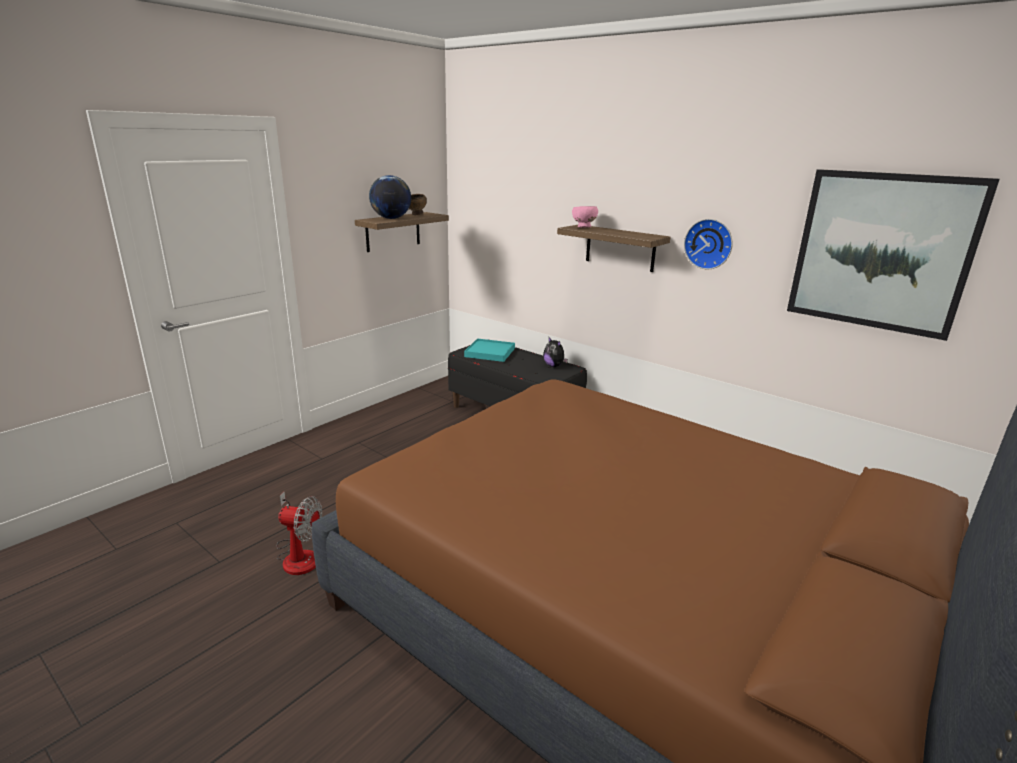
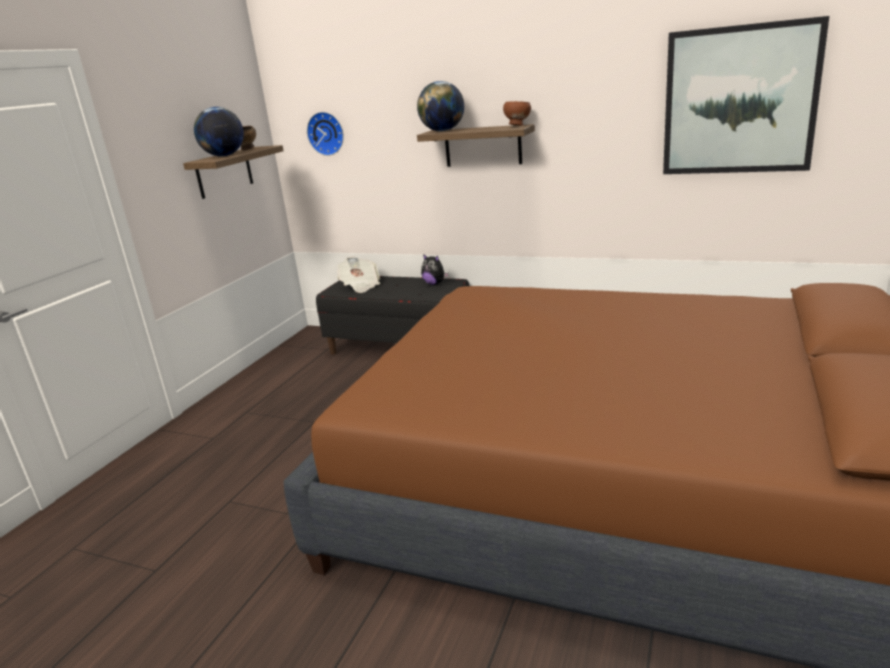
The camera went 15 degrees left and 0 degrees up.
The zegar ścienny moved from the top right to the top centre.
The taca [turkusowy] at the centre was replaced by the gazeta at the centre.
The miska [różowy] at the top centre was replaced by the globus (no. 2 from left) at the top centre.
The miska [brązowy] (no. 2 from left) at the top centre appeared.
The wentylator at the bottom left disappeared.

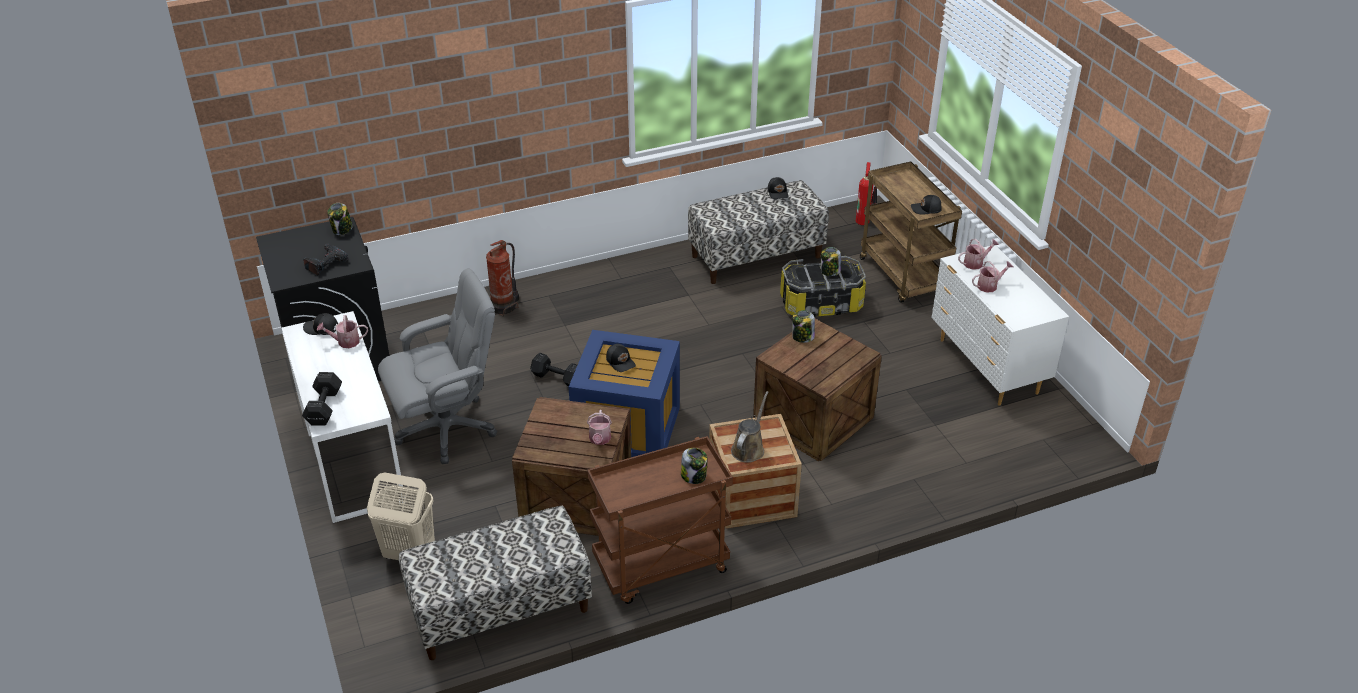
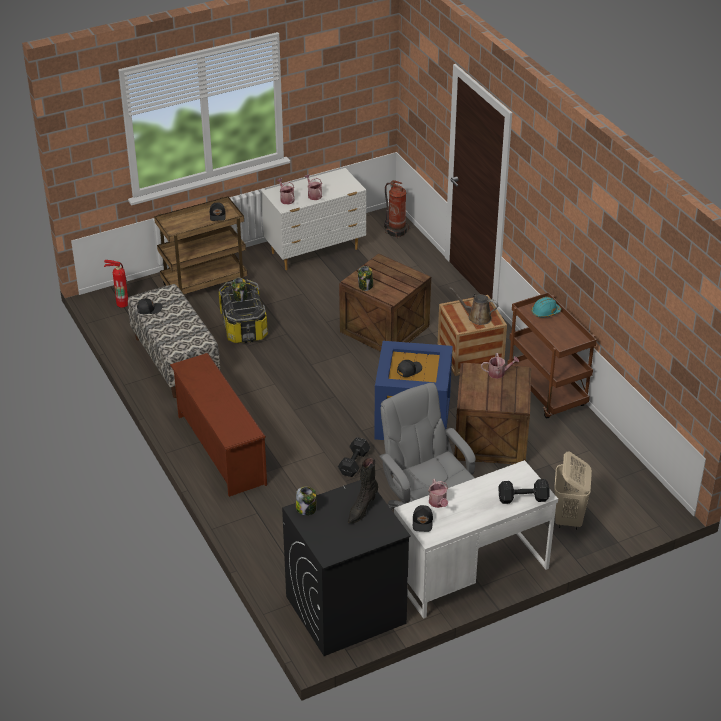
The camera went 95 degrees left and 0 degrees up.
The regał na buty [brązowy] at the middle left appeared.
The wiertarka at the middle left was replaced by the but z cholewką [czarny] at the bottom centre.
The gaśnica (no. 1 from left in the first image) moved from the centre to the top centre.
The słoik (no. 2 from left) at the bottom centre was replaced by the kask [turkusowy] at the middle right.
The ławka (no. 1 from left) at the bottom centre disappeared.

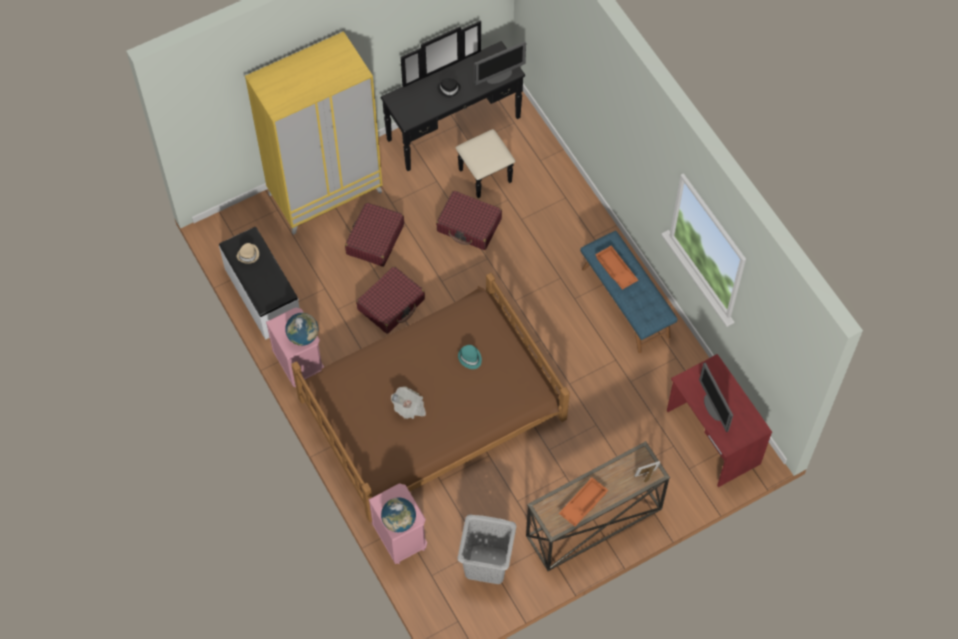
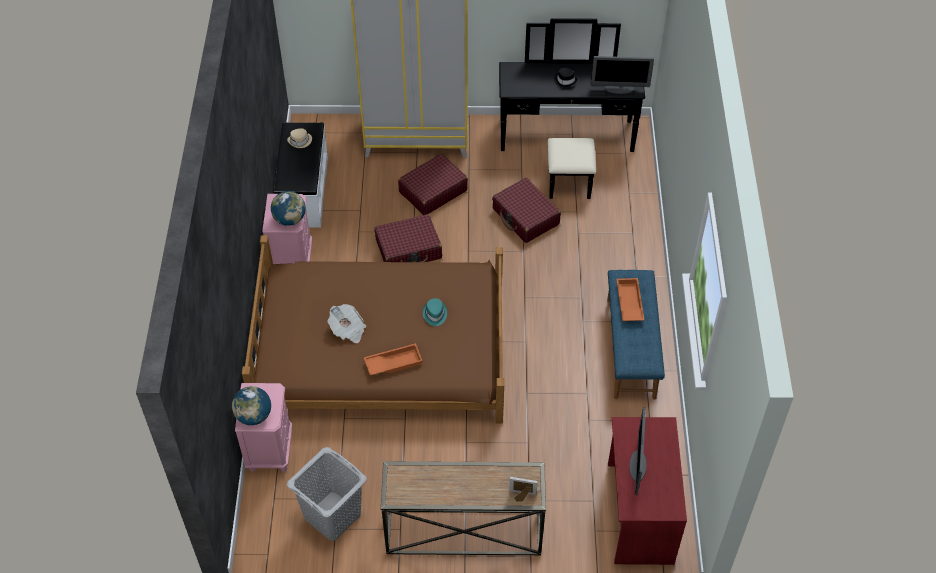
The camera went 30 degrees right and 10 degrees down.
The taca [pomarańczowy] (no. 1 from left) moved from the bottom centre to the centre.

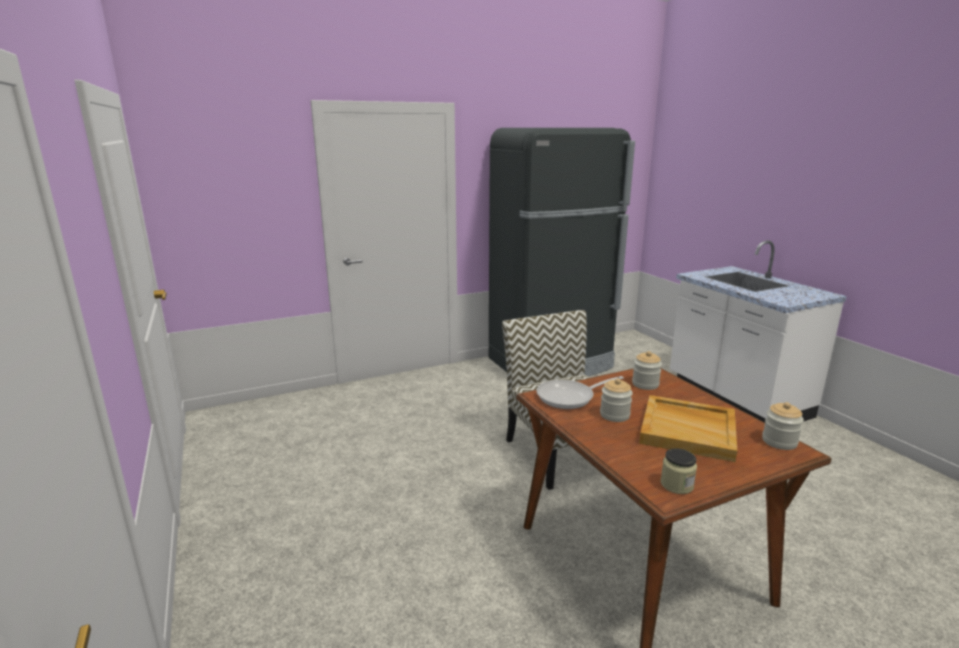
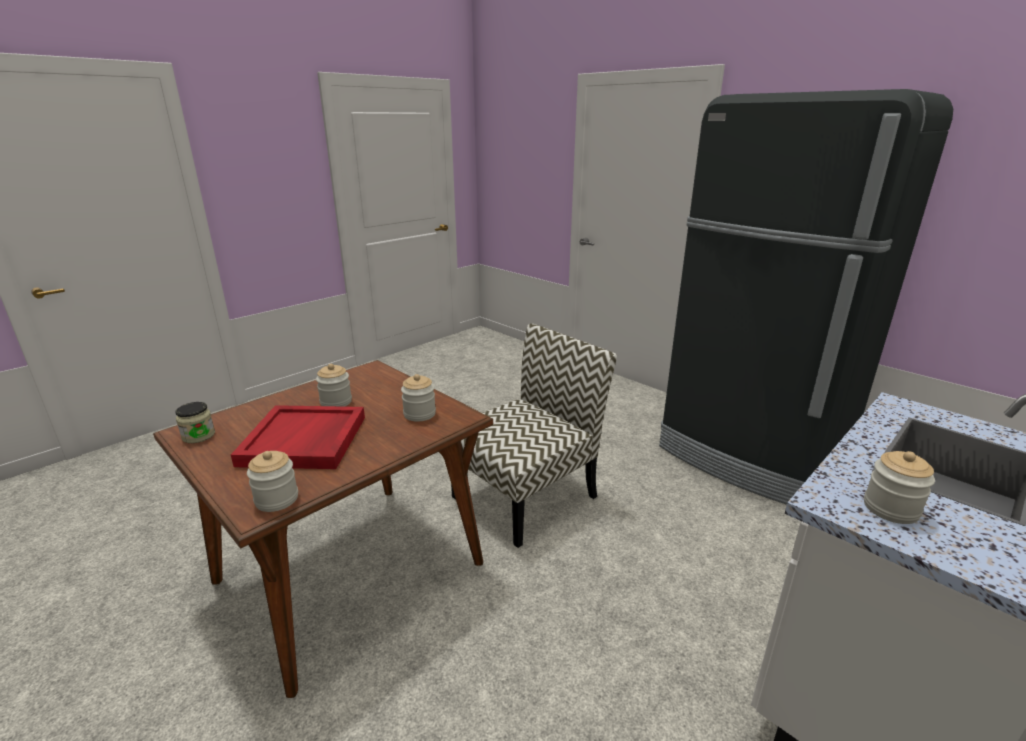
The camera went 70 degrees right and 5 degrees up.
The taca [beżowy] at the middle right became the taca [czerwony] at the middle left.
The słoik (no. 5 from left) at the middle right appeared.
The patelnia at the centre disappeared.

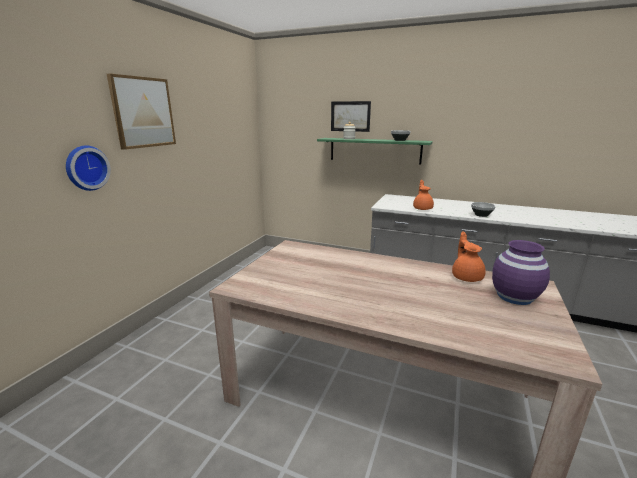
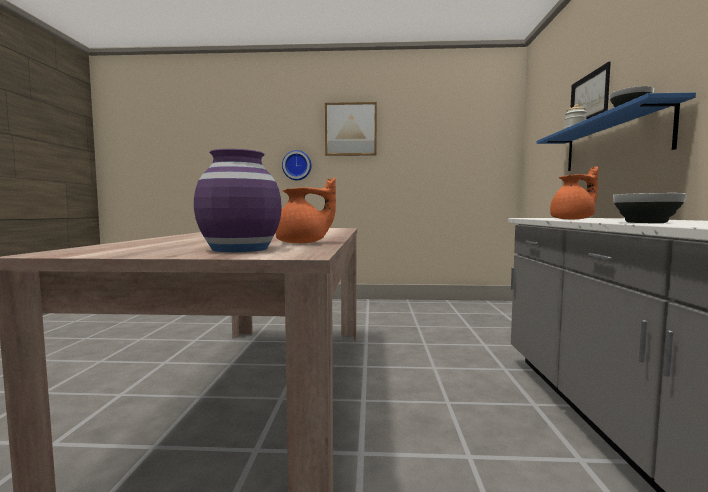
The camera went 70 degrees right and 15 degrees down.
The półka [zielony] at the top centre became the półka [niebieski] at the top right.

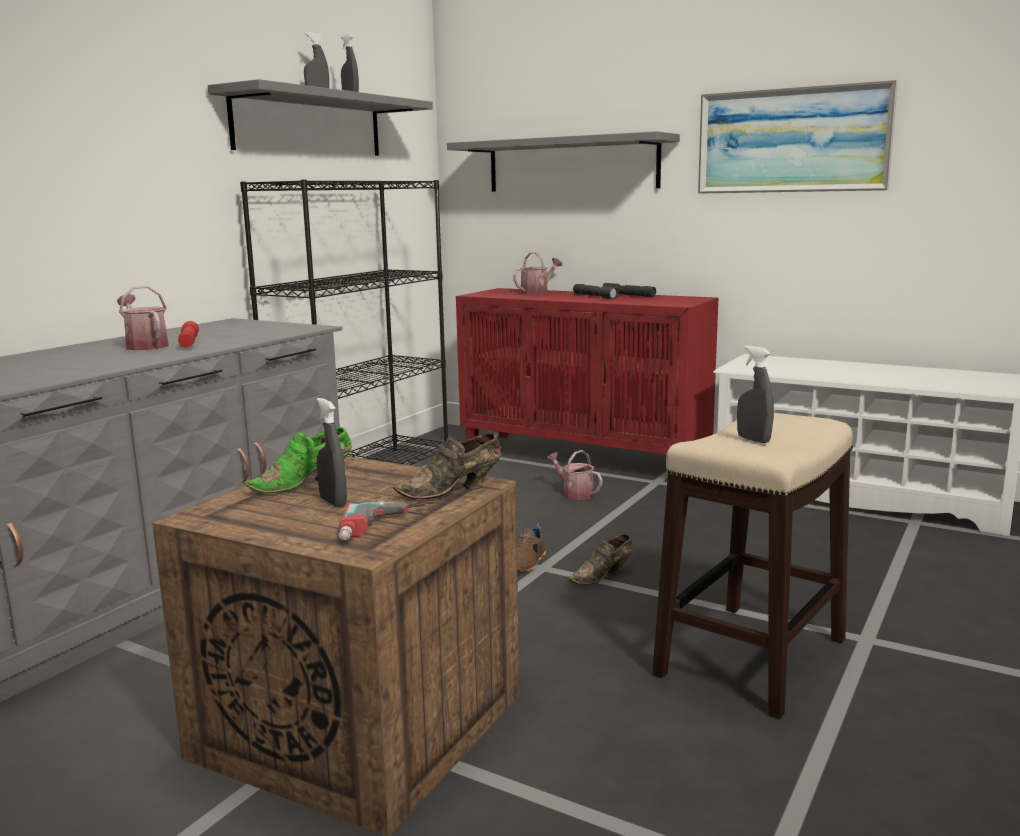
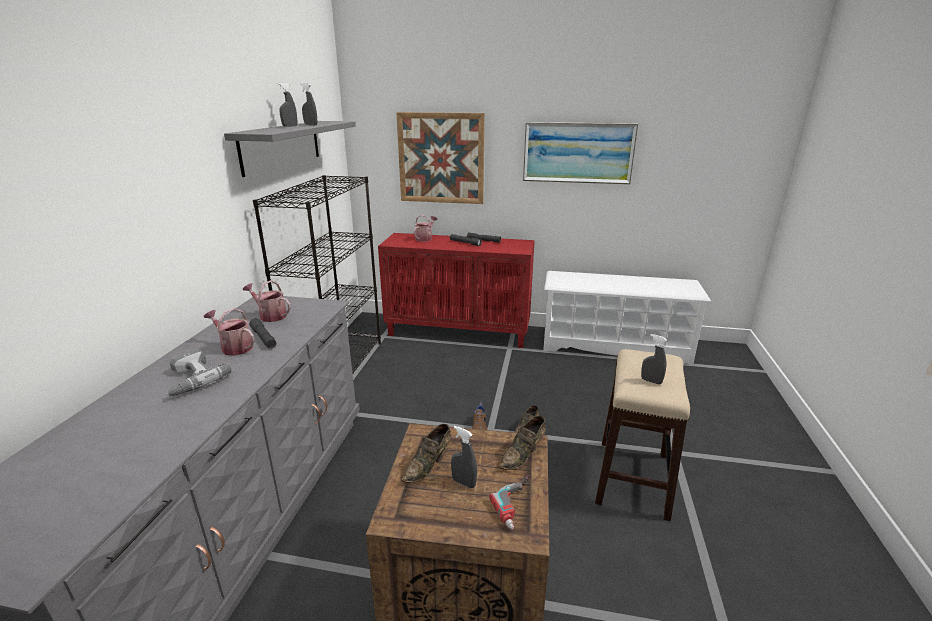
The camera went 20 degrees left and 10 degrees up.
The wiertarka (no. 1 from left) at the middle left appeared.
The konewka (no. 3 from left in the first image) moved from the centre to the middle left.
The latarka [czerwony] at the middle left became the latarka [szary] (no. 1 from left) at the middle left.
The półka [szary] (no. 2 from left) at the top centre was replaced by the obraz (no. 1 from left) at the top centre.
The but [zielony] at the middle left became the but [brązowy] (no. 1 from left) at the bottom centre.

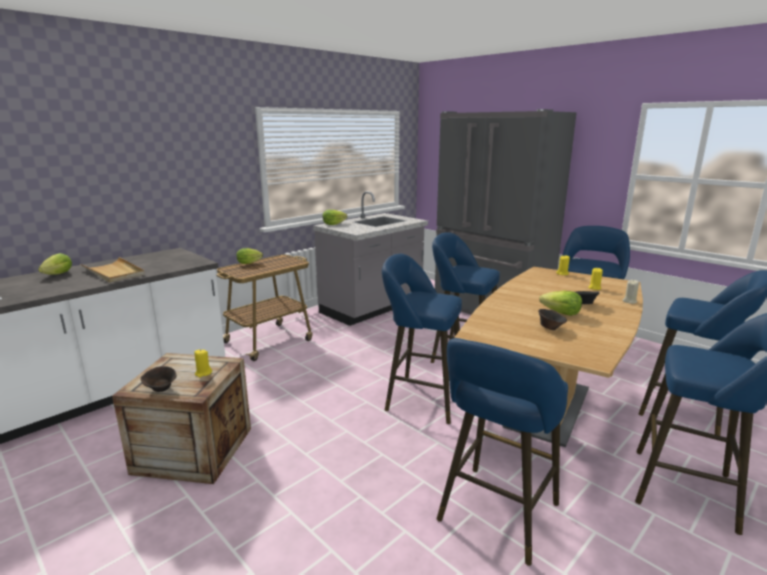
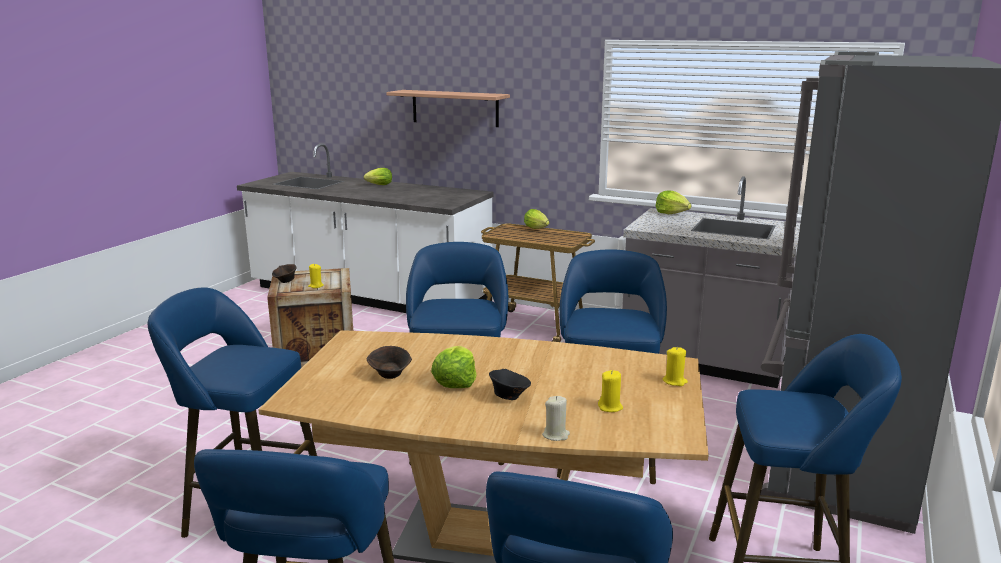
The camera went 70 degrees right and 0 degrees up.
The półka at the top centre appeared.
The taca [beżowy] at the middle left disappeared.

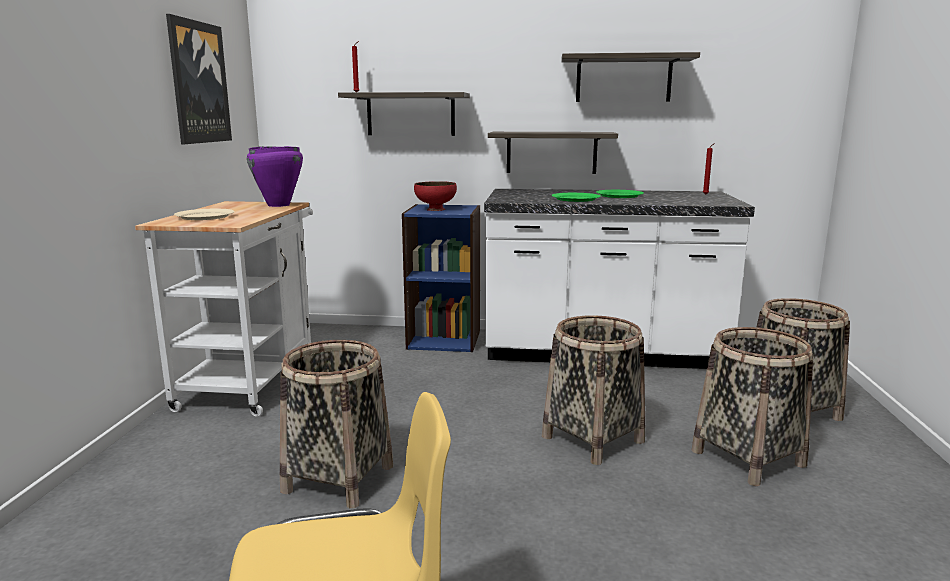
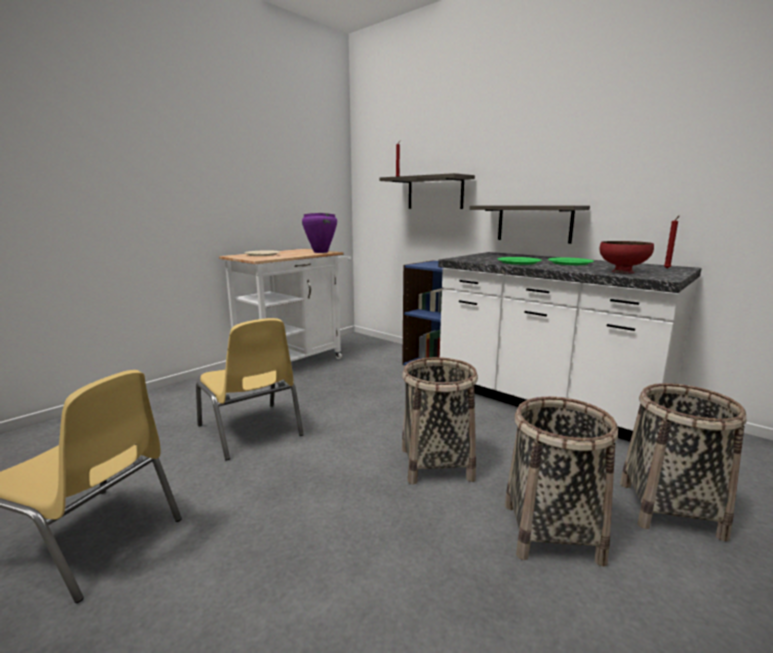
The camera went 35 degrees right and 0 degrees up.
The koszyk (no. 1 from left) at the bottom centre was replaced by the krzesło [żółty] (no. 2 from left) at the middle left.
The miska [czerwony] moved from the centre to the middle right.
The obraz at the top left disappeared.
The półka (no. 3 from left) at the top centre disappeared.

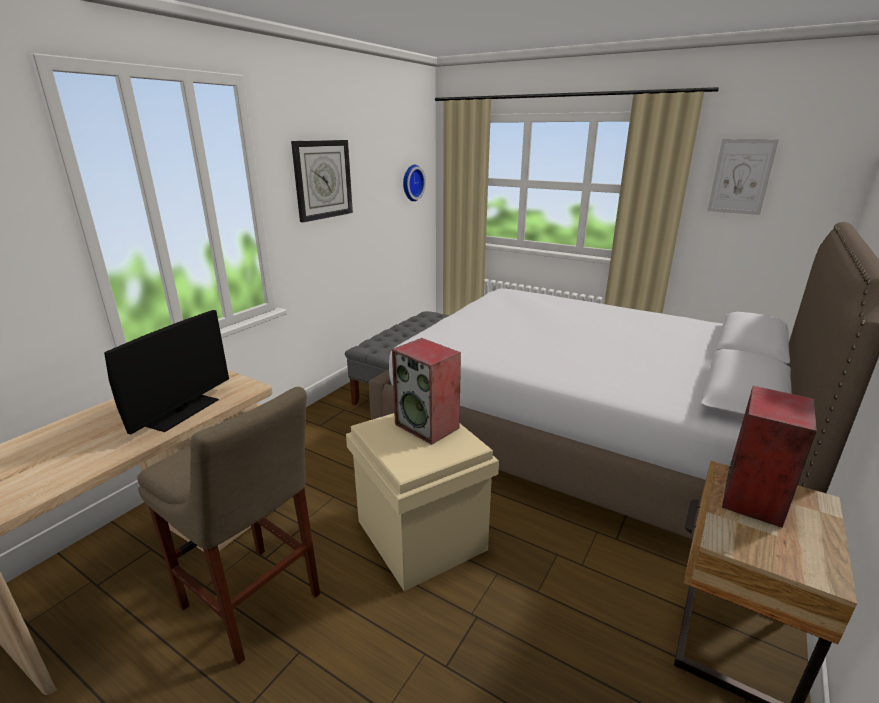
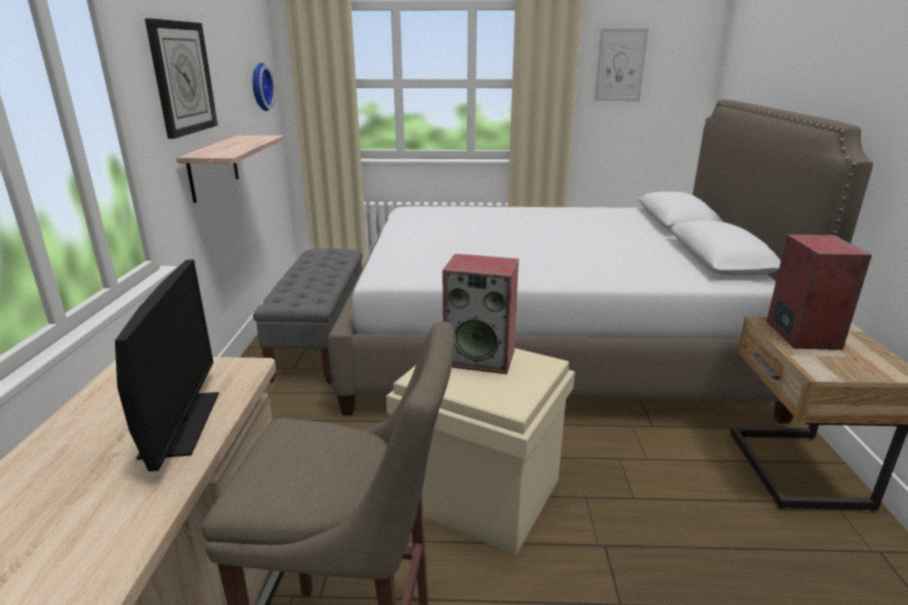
The camera went 30 degrees left and 0 degrees up.
The półka at the top left appeared.

